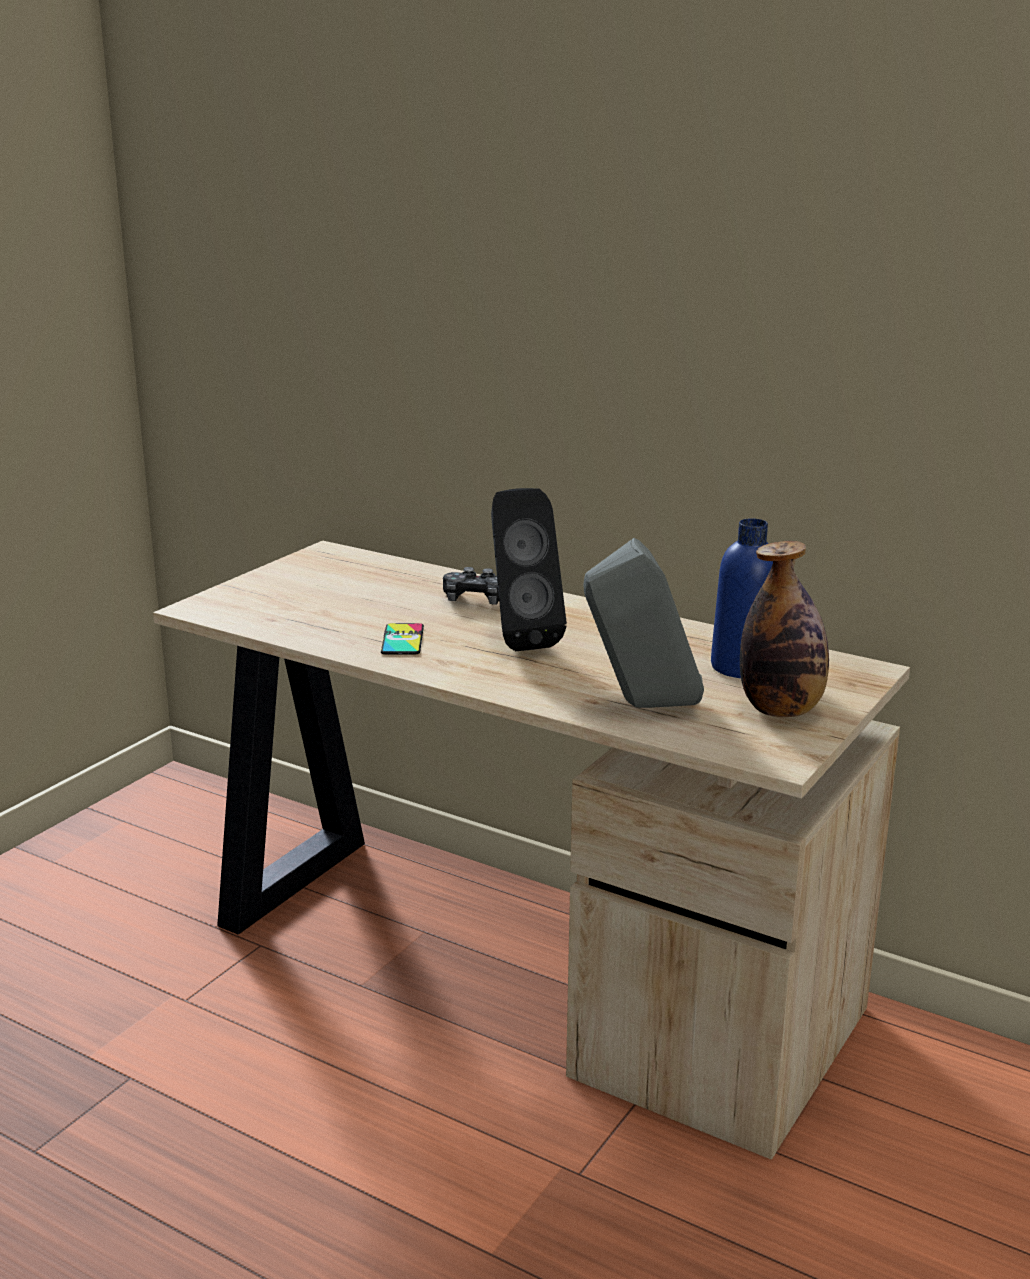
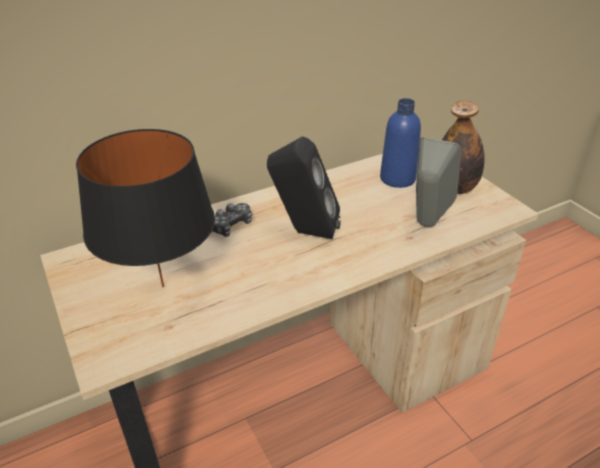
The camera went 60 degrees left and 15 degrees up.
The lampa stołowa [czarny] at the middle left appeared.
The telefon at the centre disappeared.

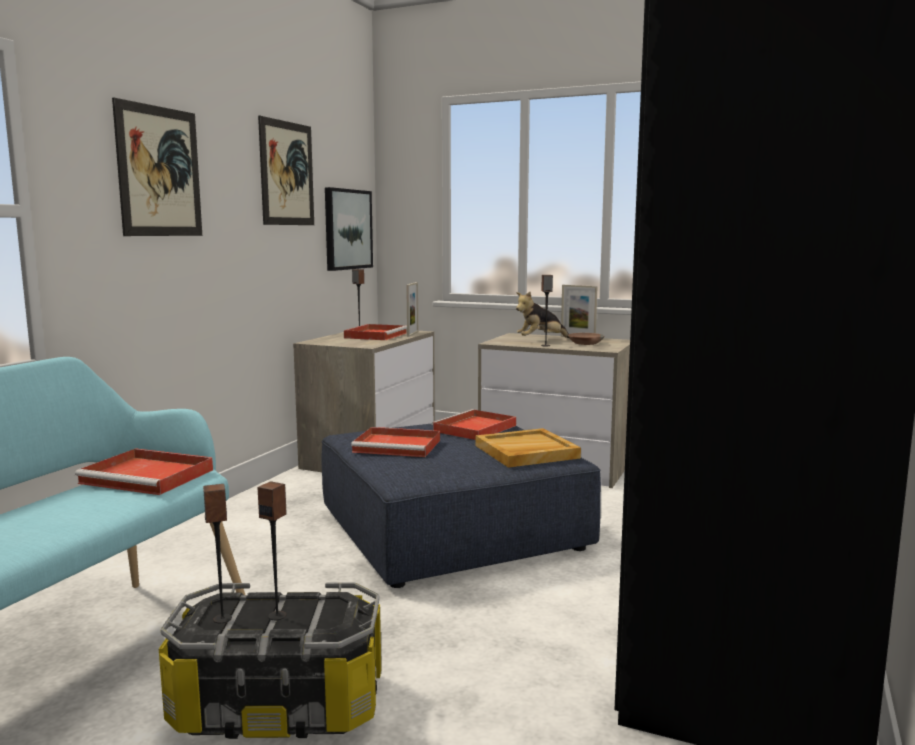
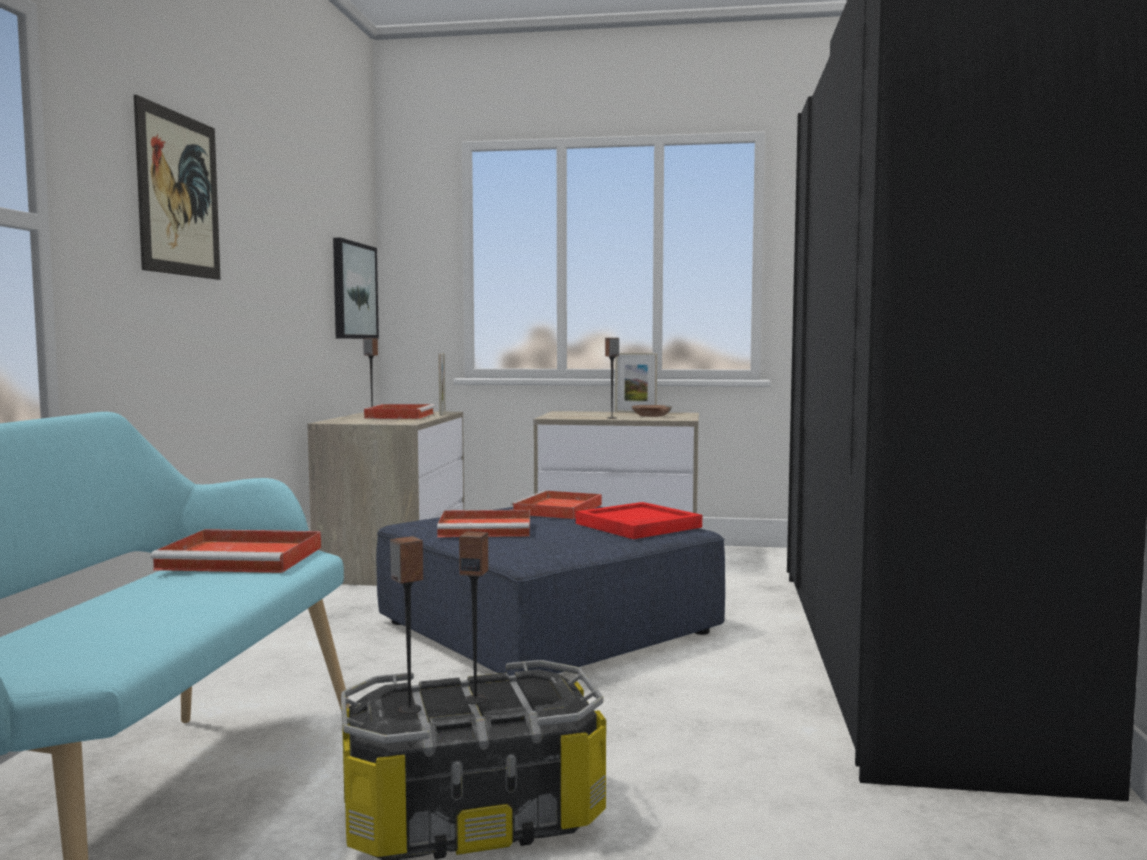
The camera went 15 degrees left and 5 degrees down.
The taca [beżowy] at the centre became the taca [czerwony] (no. 5 from left) at the centre.
The obraz (no. 2 from left) at the top left disappeared.
The pluszak at the centre disappeared.

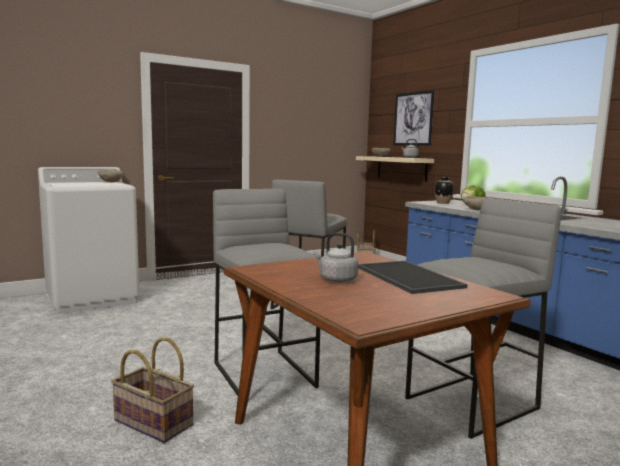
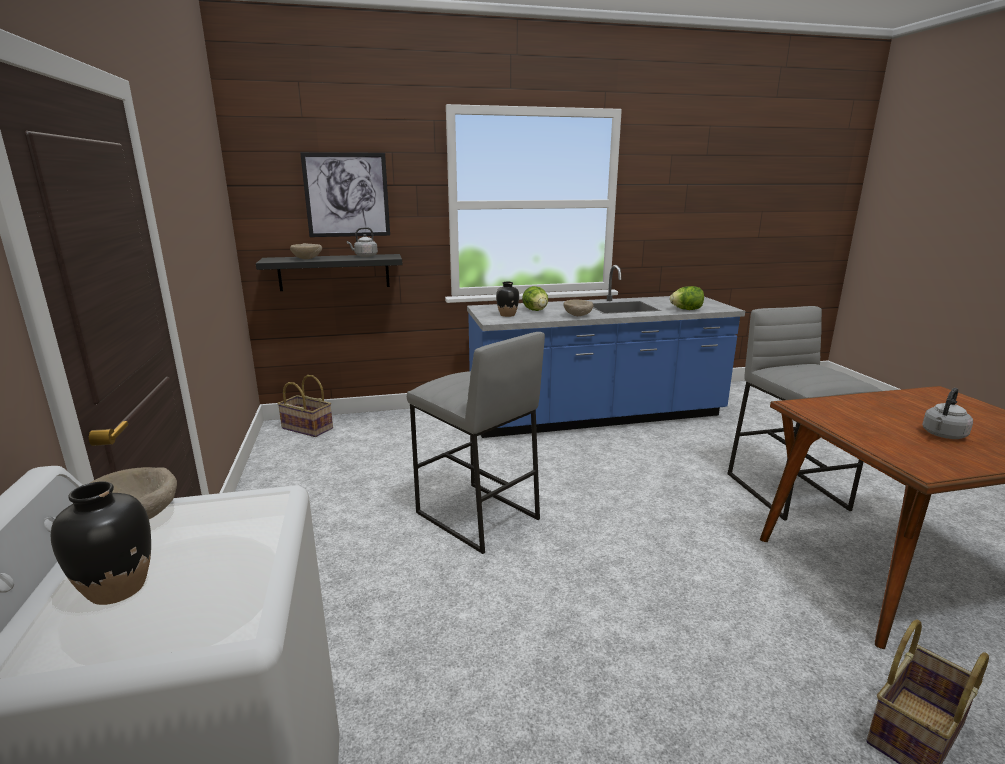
The camera went 70 degrees left and 10 degrees up.
The wazon [czarny] (no. 1 from left) at the bottom left appeared.
The półka [beżowy] at the centre became the półka [czarny] at the middle left.
The sałata (no. 2 from left) at the middle right appeared.
The stołek [szary] (no. 1 from left) at the centre disappeared.
The taca at the centre disappeared.

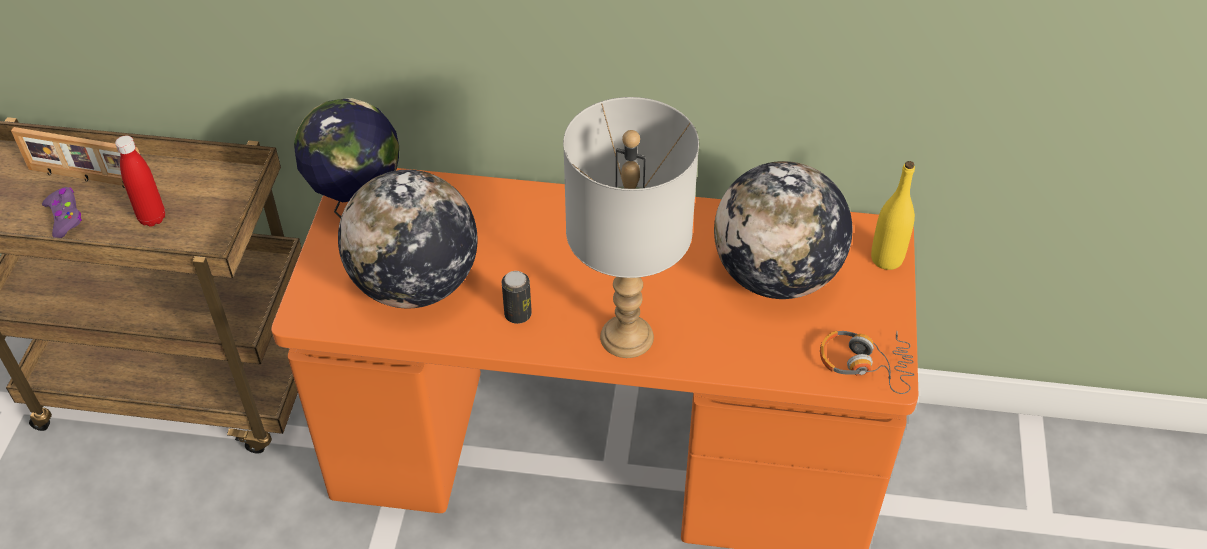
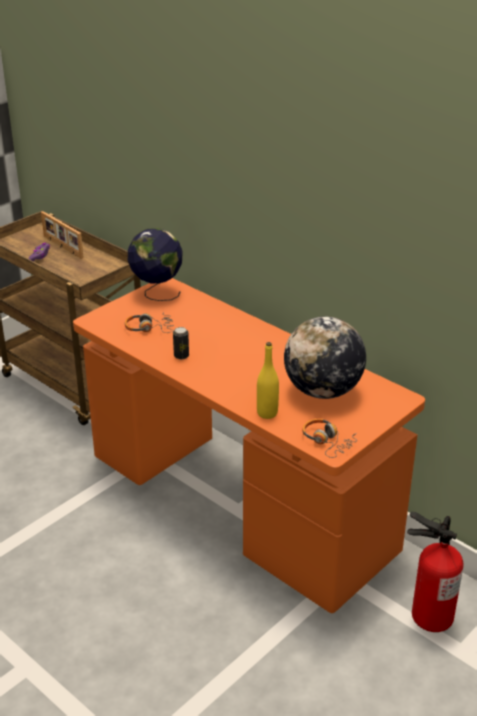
The camera went 35 degrees right and 15 degrees down.
The globus (no. 2 from left) at the centre was replaced by the słuchawki (no. 1 from left) at the middle left.
The butelka [żółty] moved from the middle right to the centre.
The gaśnica at the bottom right appeared.
The butelka [czerwony] at the top left disappeared.
The lampa stołowa [szary] at the centre disappeared.

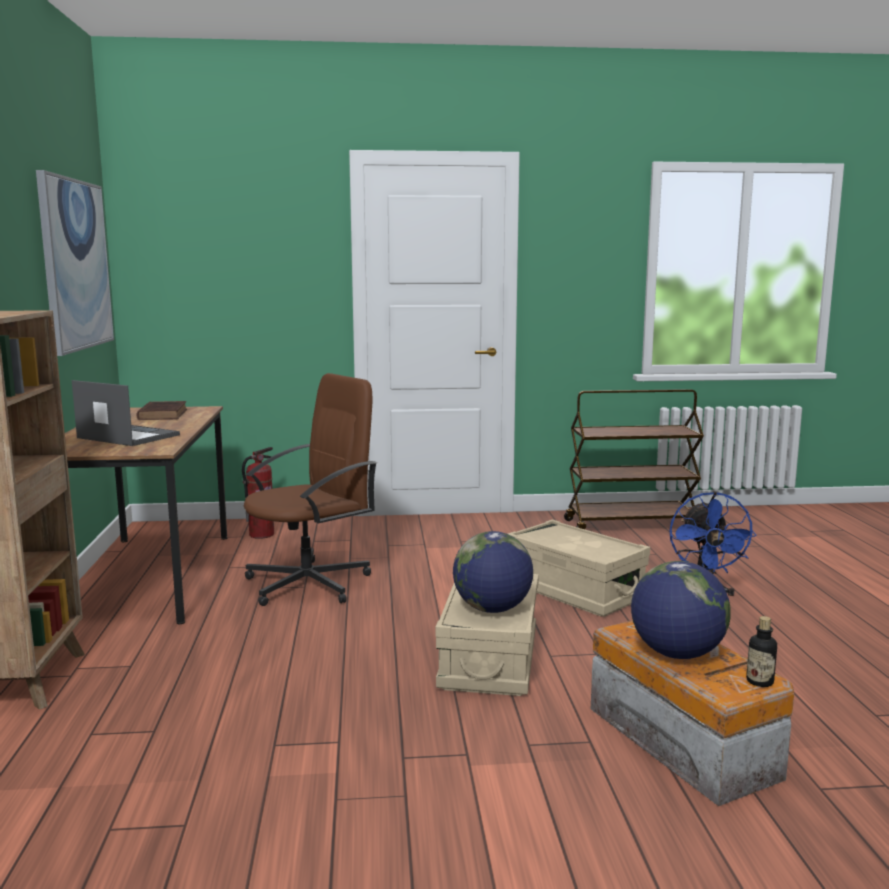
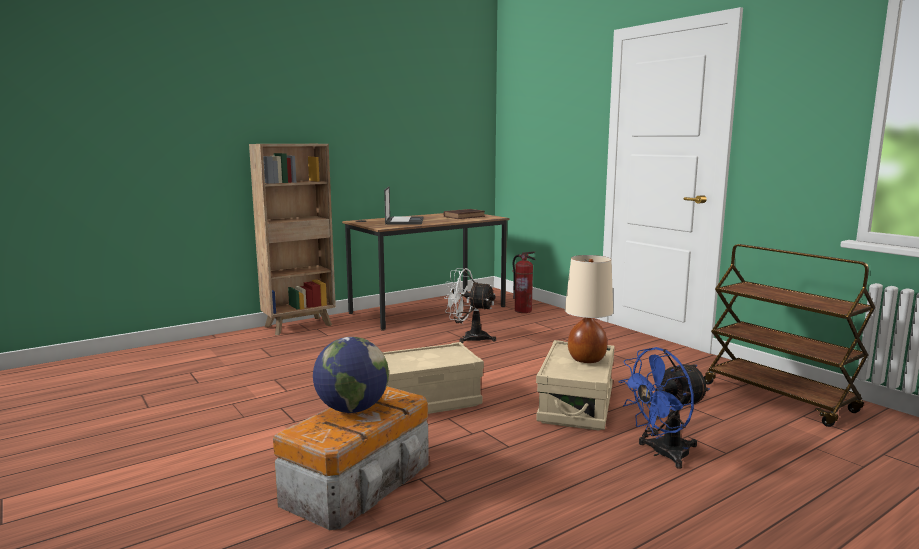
The camera went 60 degrees right and 0 degrees up.
The krzesło biurowe [brązowy] at the centre was replaced by the wentylator [biały] at the centre.
The lampa stołowa [beżowy] at the centre appeared.
The obraz at the top left disappeared.
The globus (no. 1 from left) at the centre disappeared.
The butelka at the bottom right disappeared.

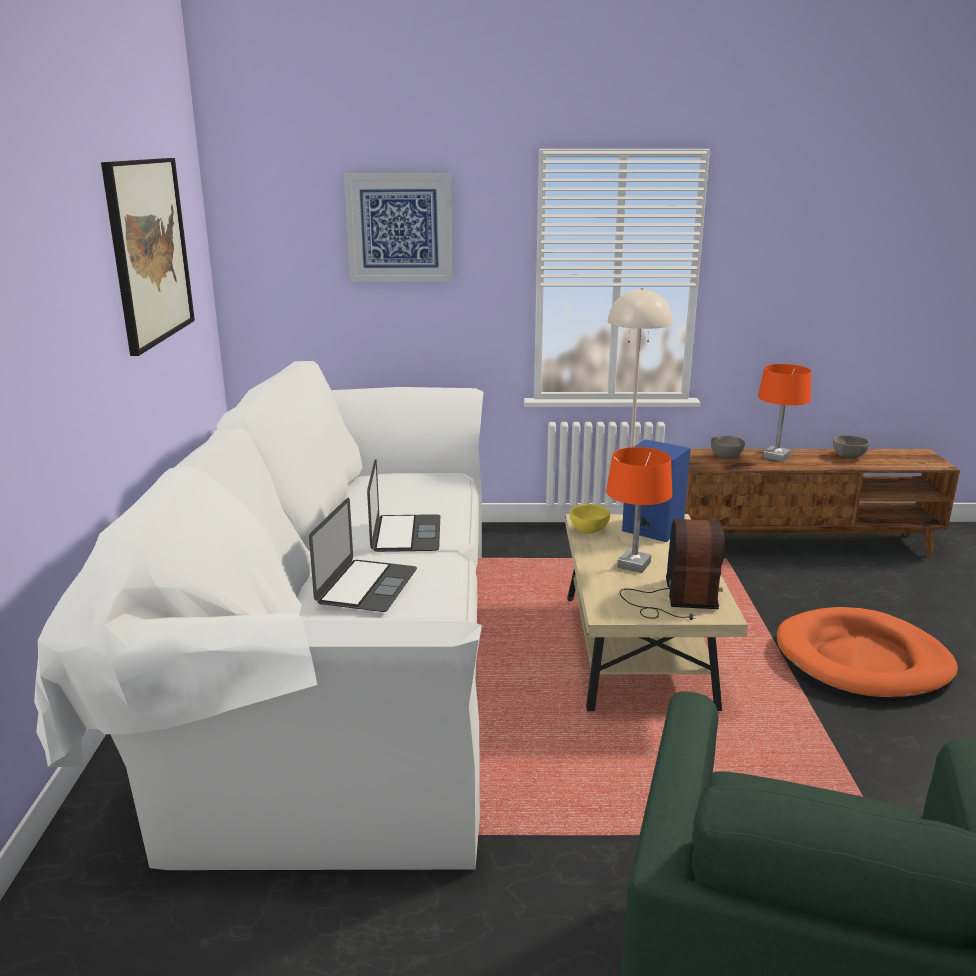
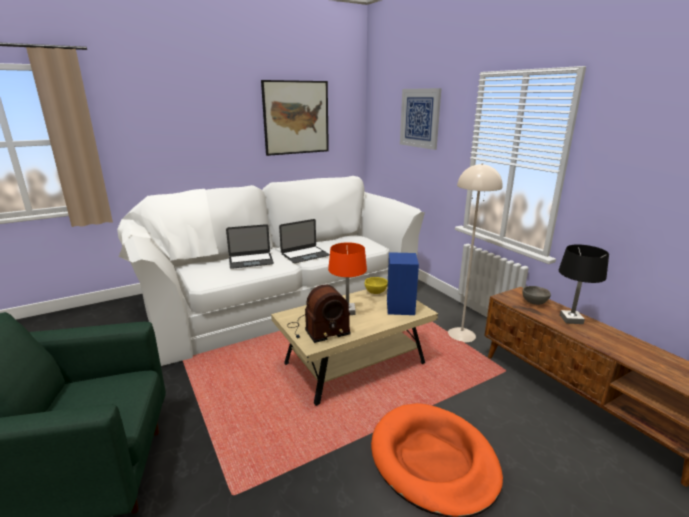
The camera went 60 degrees right and 0 degrees up.
The lampa stołowa [pomarańczowy] (no. 2 from left) at the middle right became the lampa stołowa [czarny] at the middle right.
The miska [szary] (no. 2 from left) at the middle right disappeared.

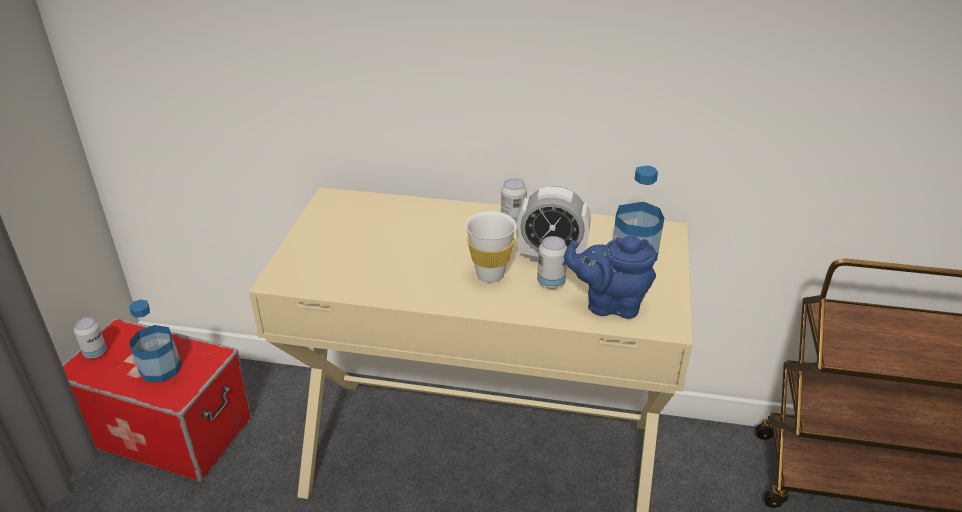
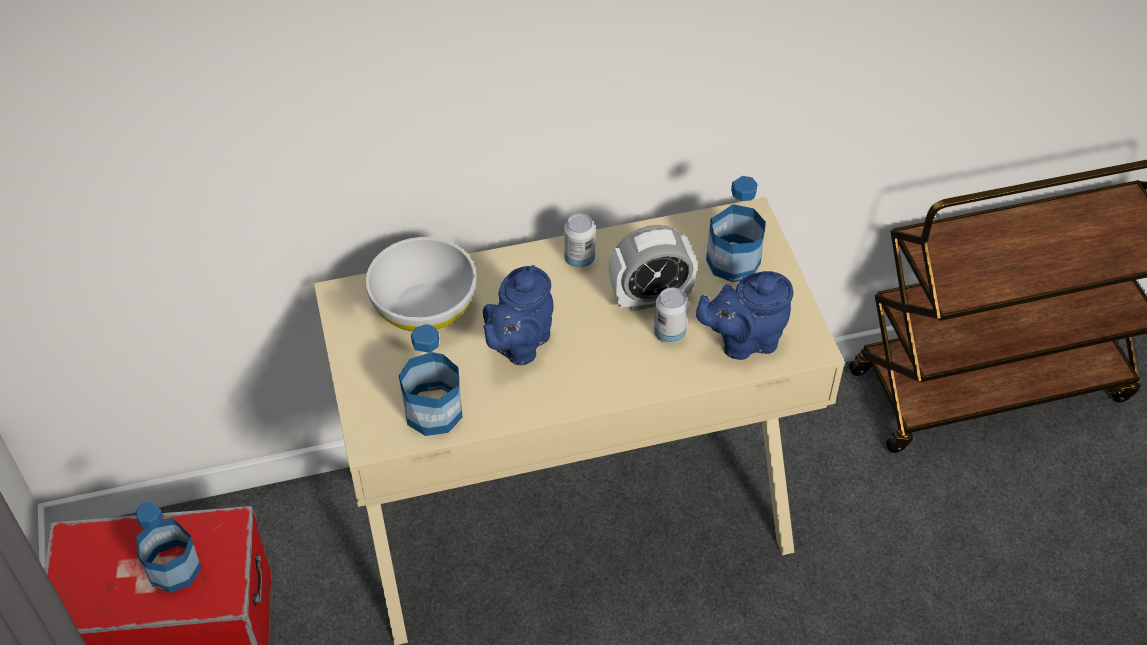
The camera went 25 degrees left and 15 degrees up.
The miska [biały] at the centre appeared.
The butelka (no. 2 from left) at the centre appeared.
The imbryk [niebieski] (no. 1 from left) at the centre appeared.
The puszka (no. 1 from left) at the middle left disappeared.
The filiżanka [biały] at the centre disappeared.

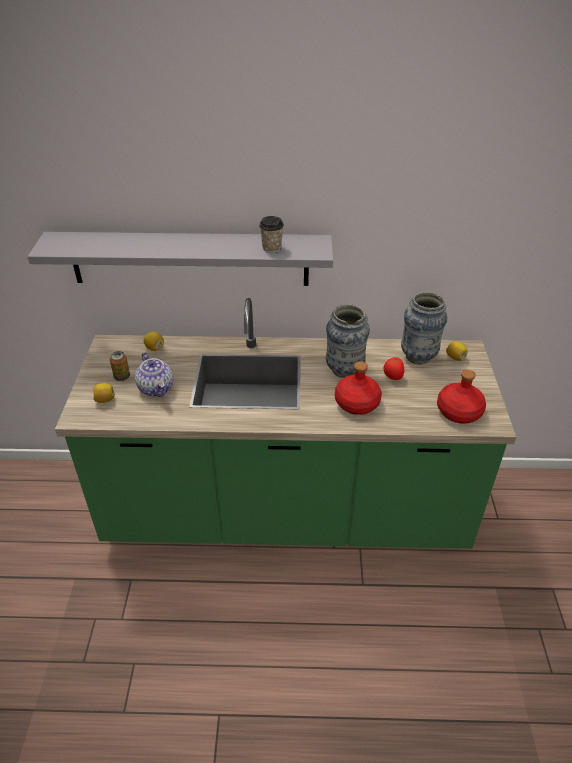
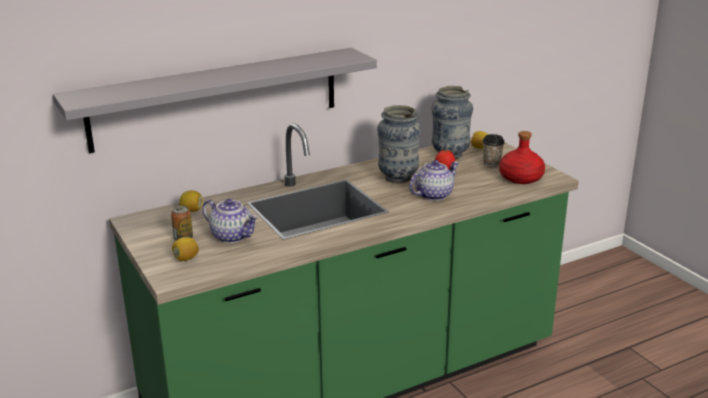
The camera went 30 degrees left and 15 degrees down.
The butelka [czerwony] (no. 1 from left) at the centre was replaced by the imbryk (no. 2 from left) at the centre.
The filiżanka moved from the top centre to the middle right.

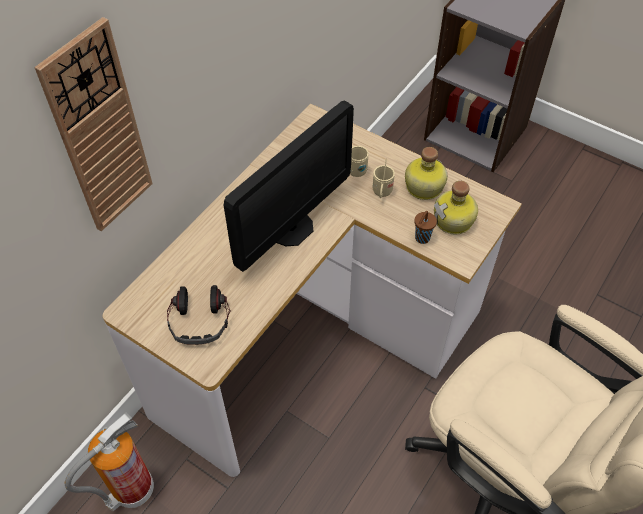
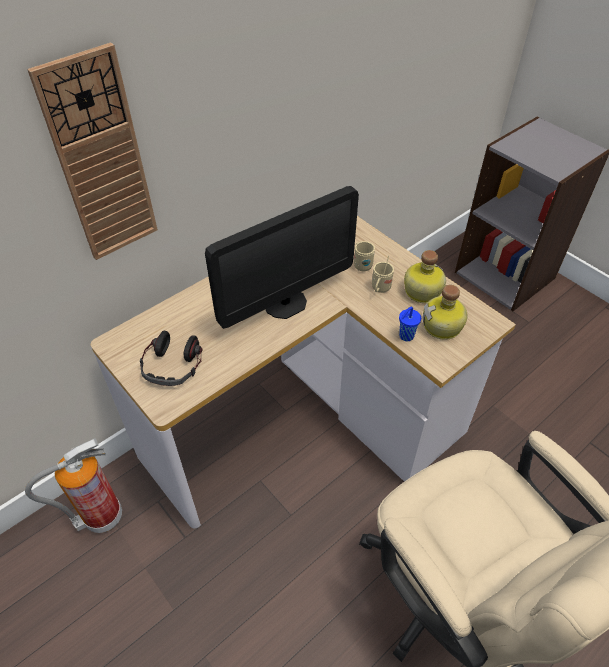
The camera went 15 degrees right and 5 degrees down.
The filiżanka [brązowy] at the centre became the filiżanka [niebieski] at the middle right.

